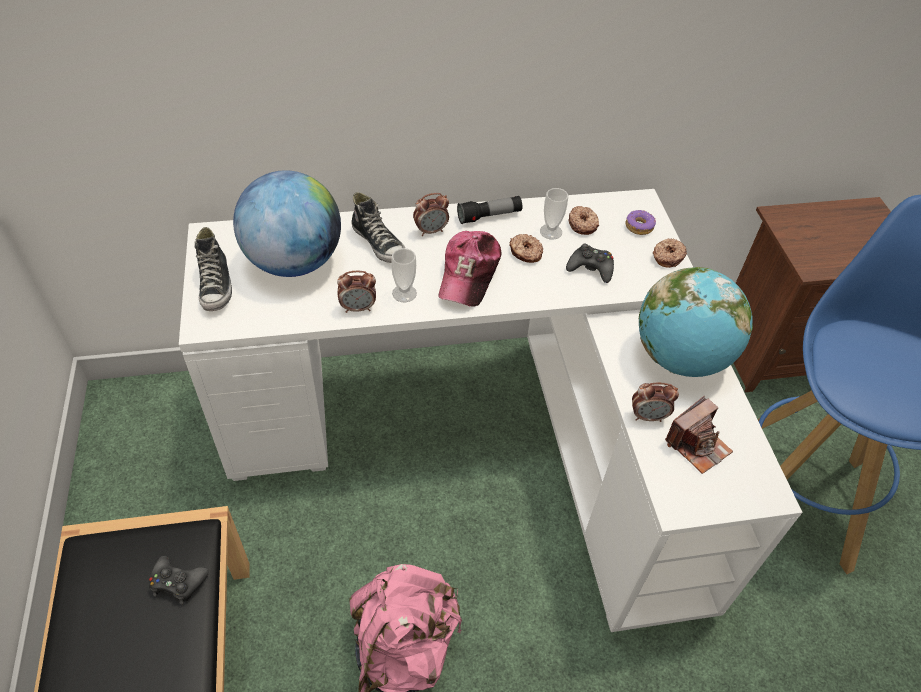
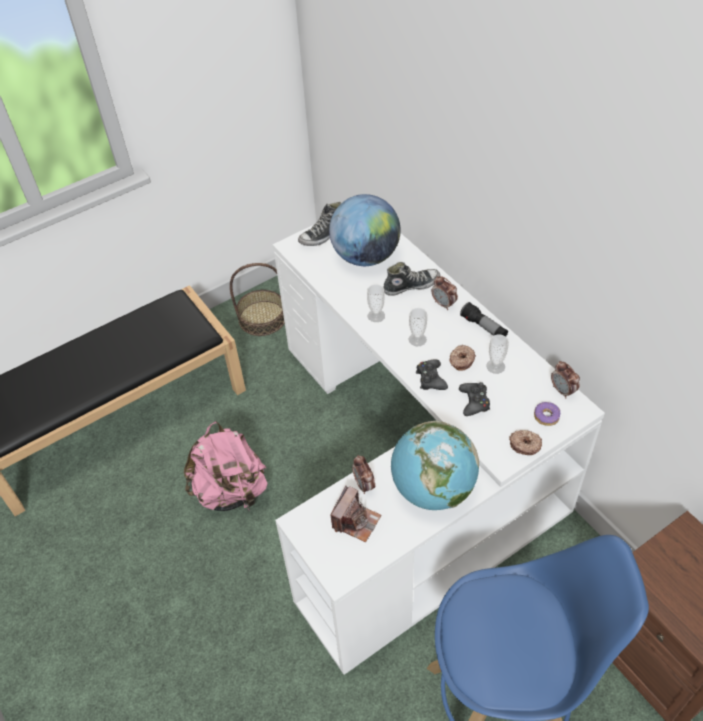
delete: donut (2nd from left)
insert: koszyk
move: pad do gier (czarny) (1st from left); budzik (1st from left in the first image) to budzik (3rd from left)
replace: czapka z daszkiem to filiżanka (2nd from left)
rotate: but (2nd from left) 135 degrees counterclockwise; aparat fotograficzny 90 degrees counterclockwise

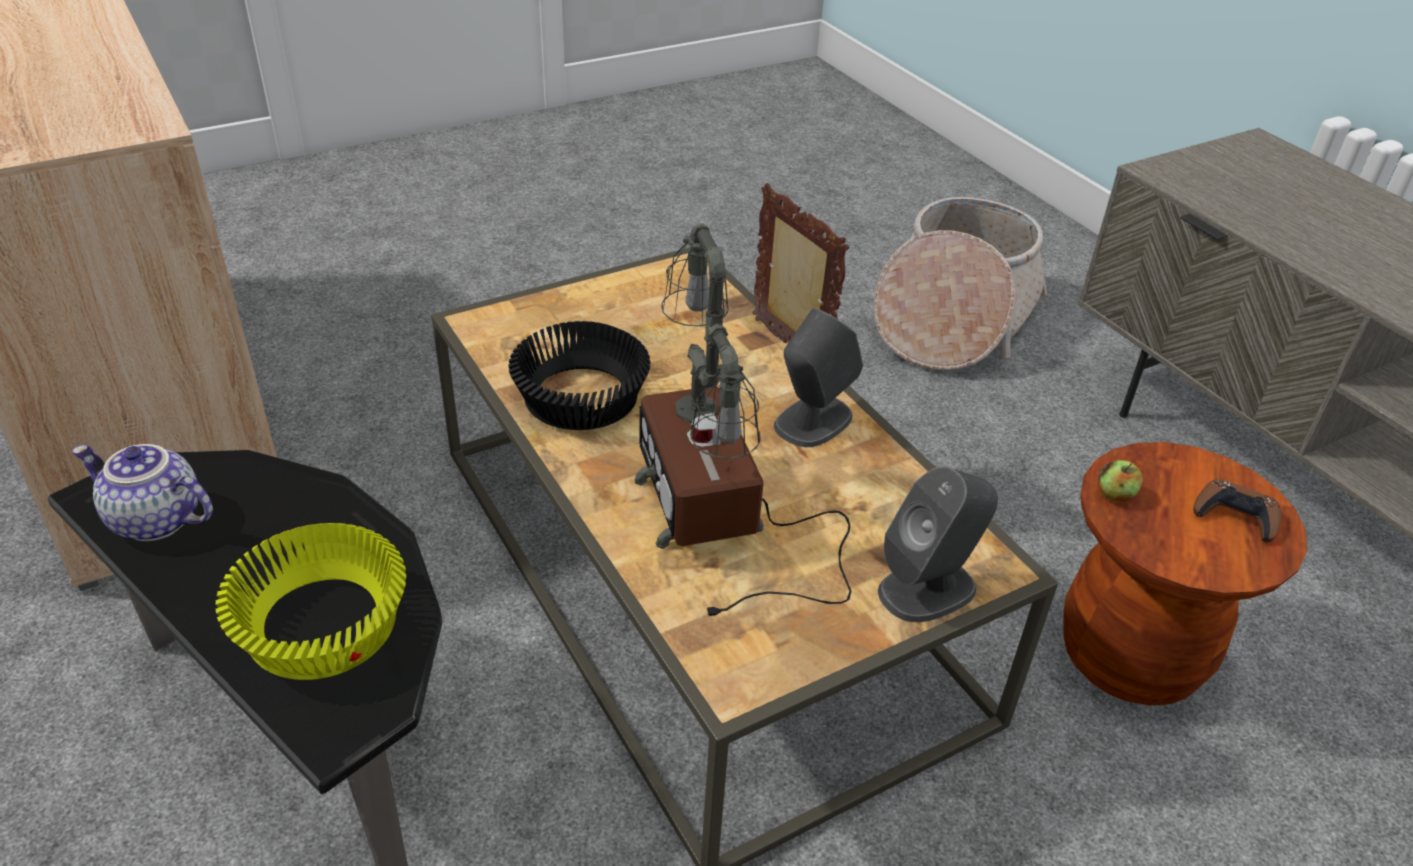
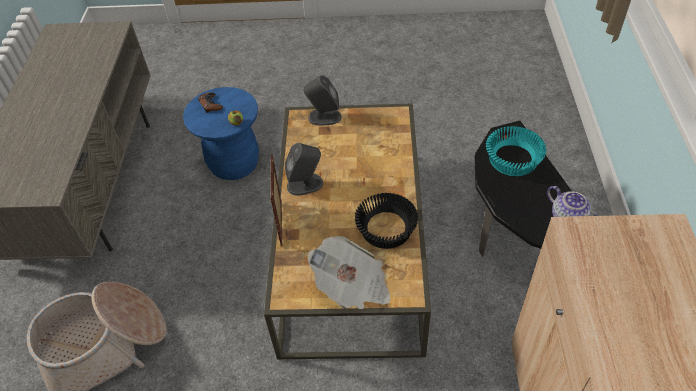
delete: lampa stołowa
insert: gazeta
recolor: miska (żółty) to miska (turkusowy); stołek (brązowy) to stołek (niebieski)

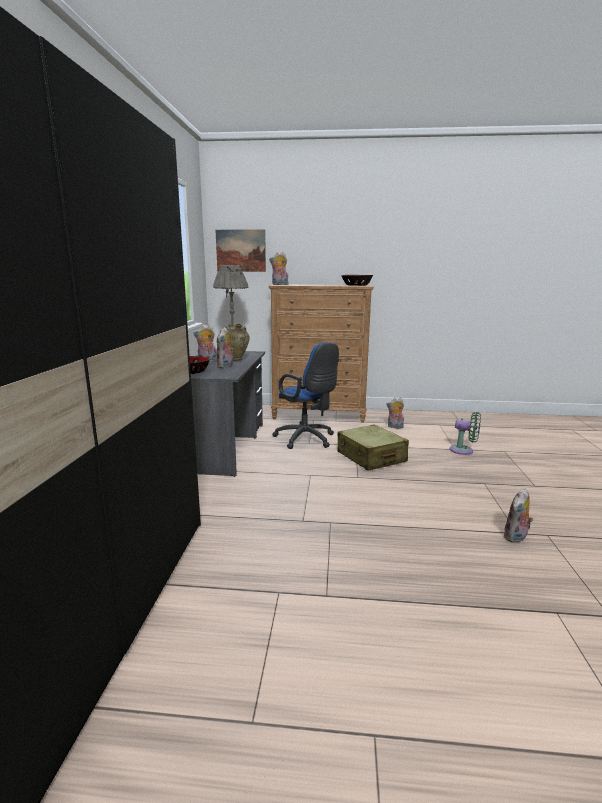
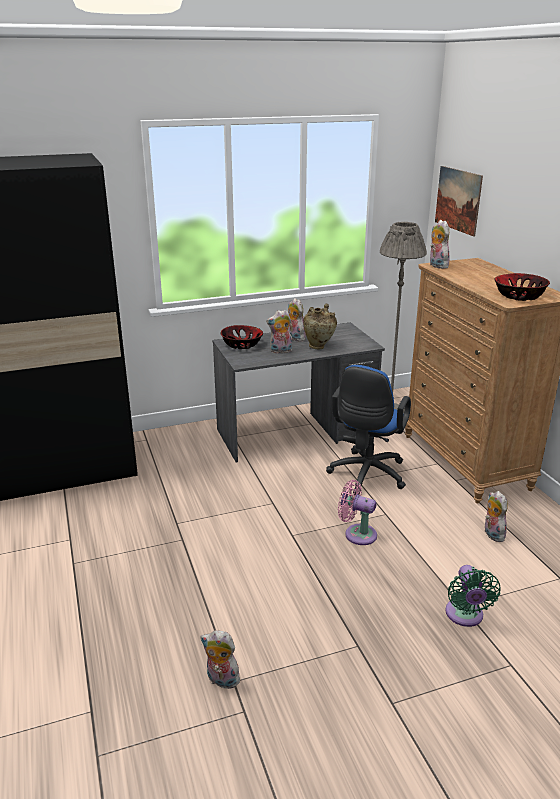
replace: walizka (beżowy) to wentylator (różowy)

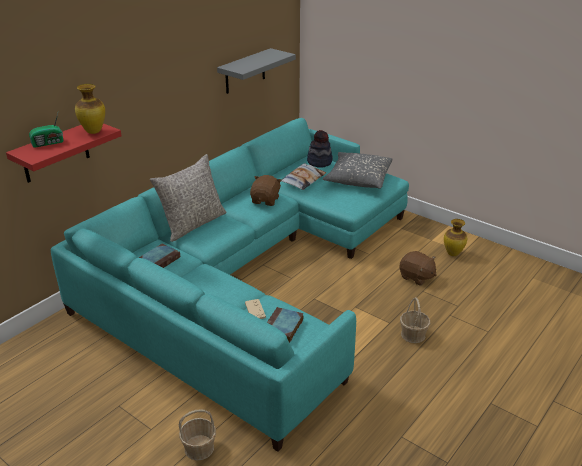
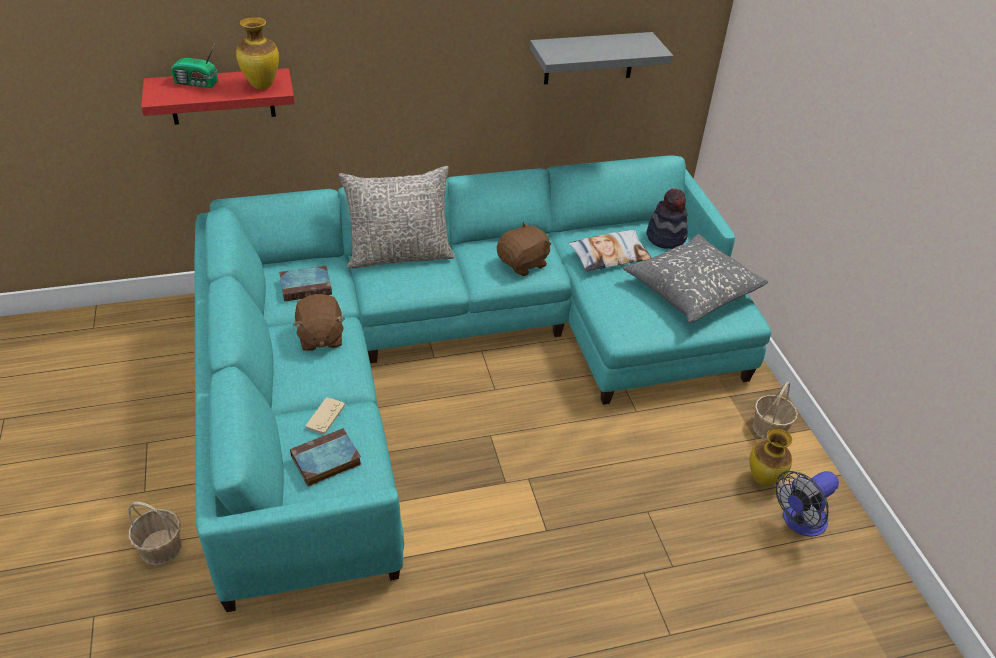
insert: wentylator
move: pluszak (brązowy) (2nd from left in the first image) to pluszak (brązowy) (1st from left); koszyk (2nd from left)

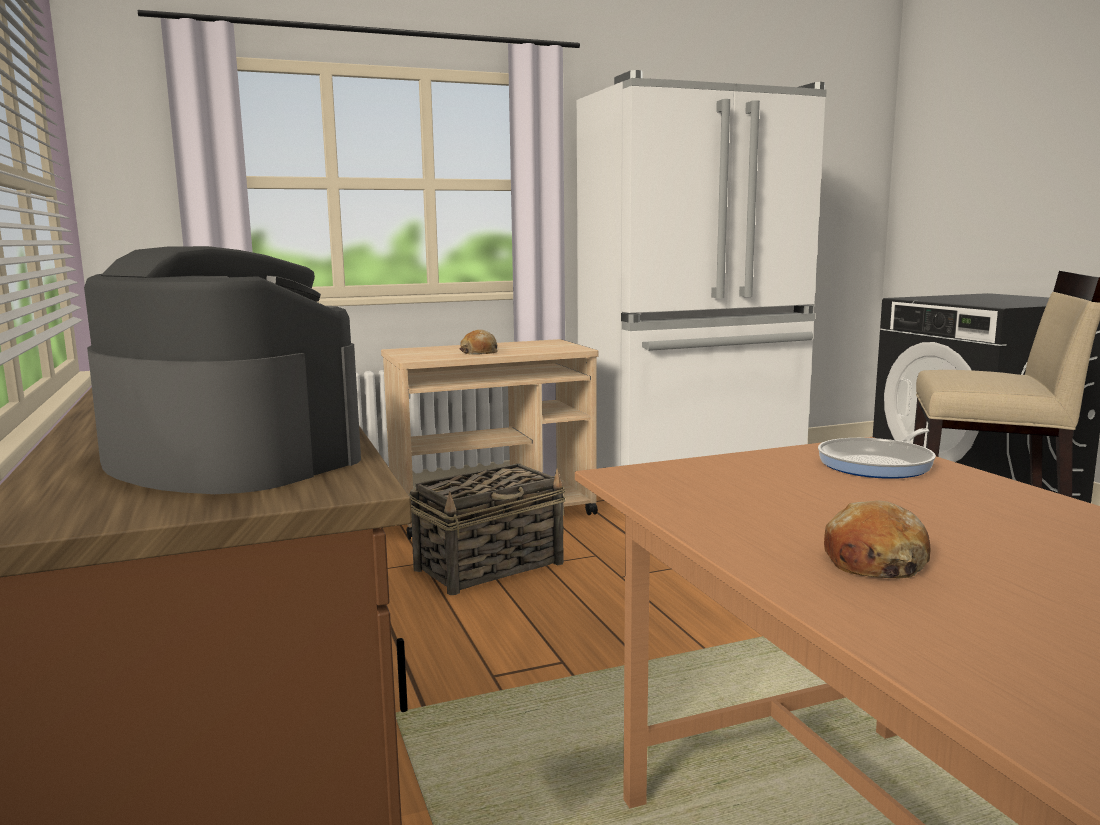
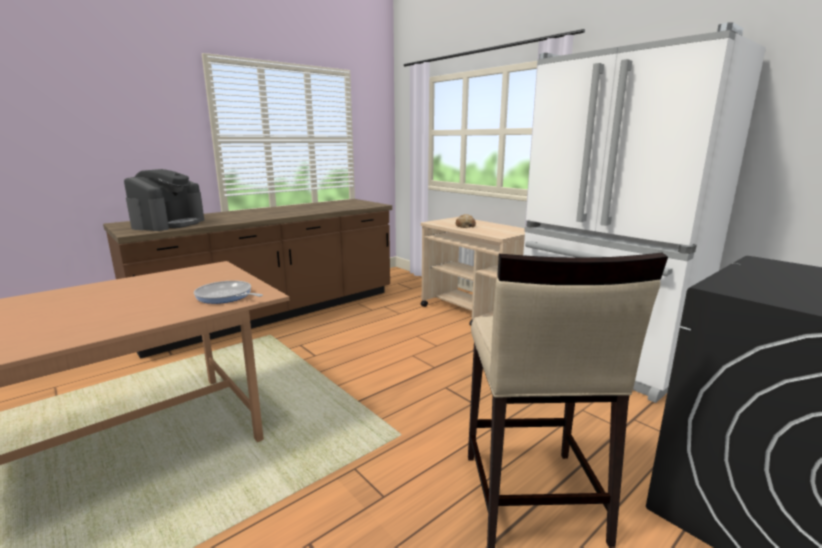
delete: koszyk; chleb (2nd from left)

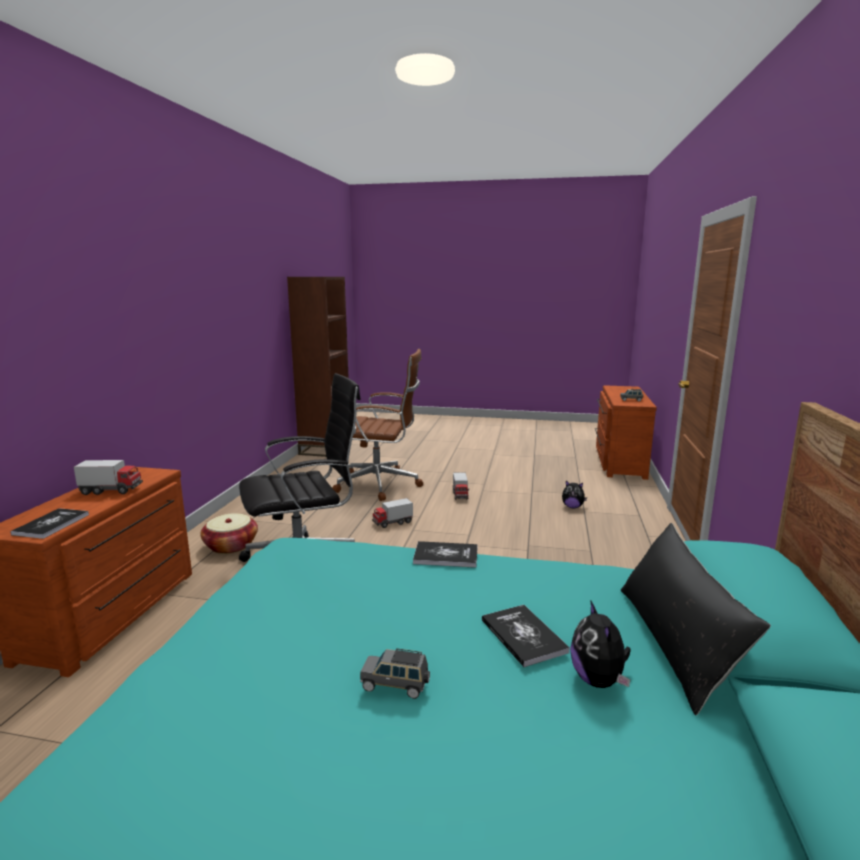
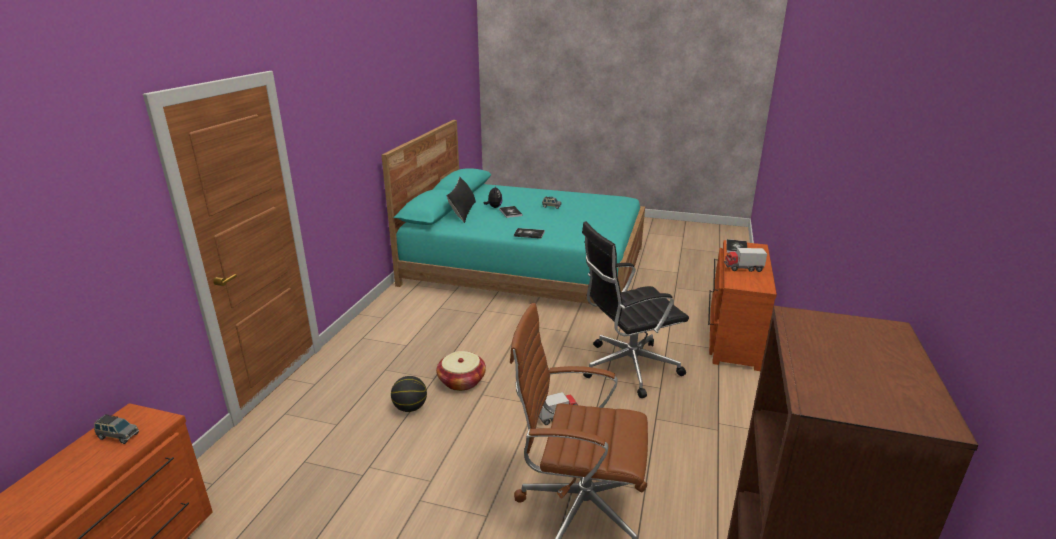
delete: ciężarówka zabawkowa (3rd from left); pluszak (1st from left)
insert: piłka do koszykówki
move: koszyk

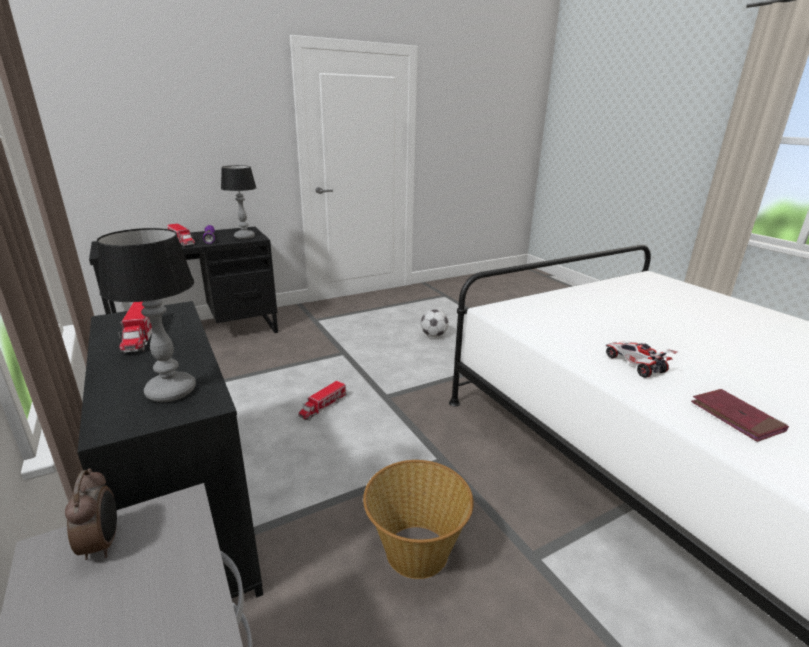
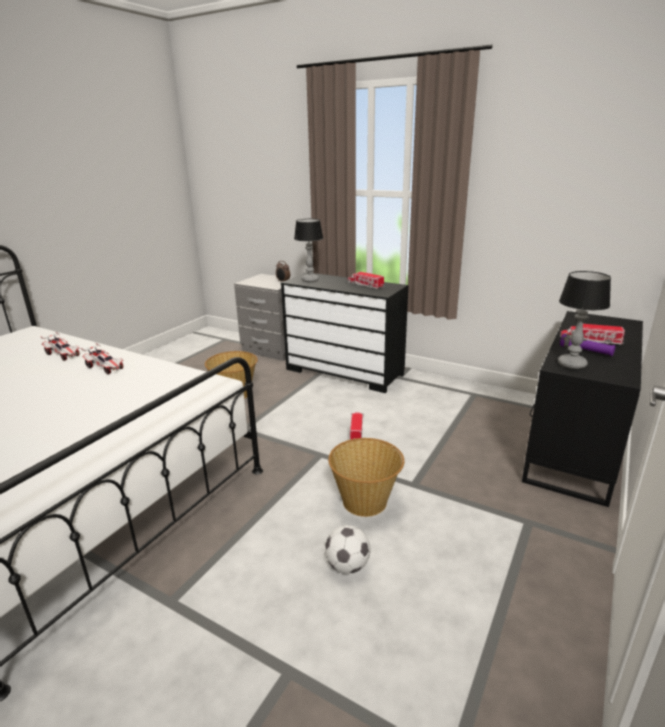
insert: koszyk (2nd from left)
replace: książka (czerwony) to samochodzik (1st from left)

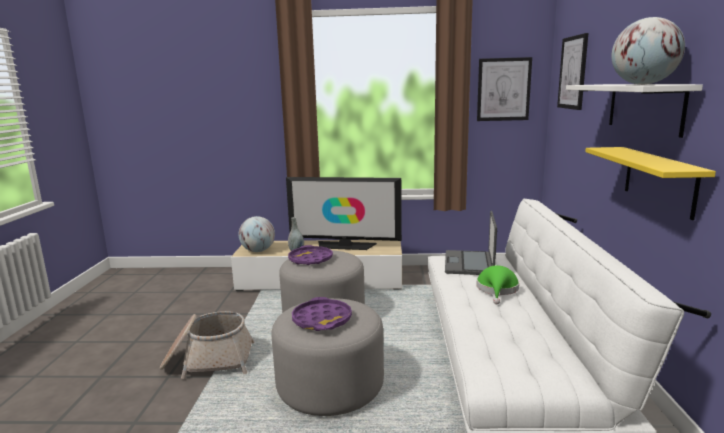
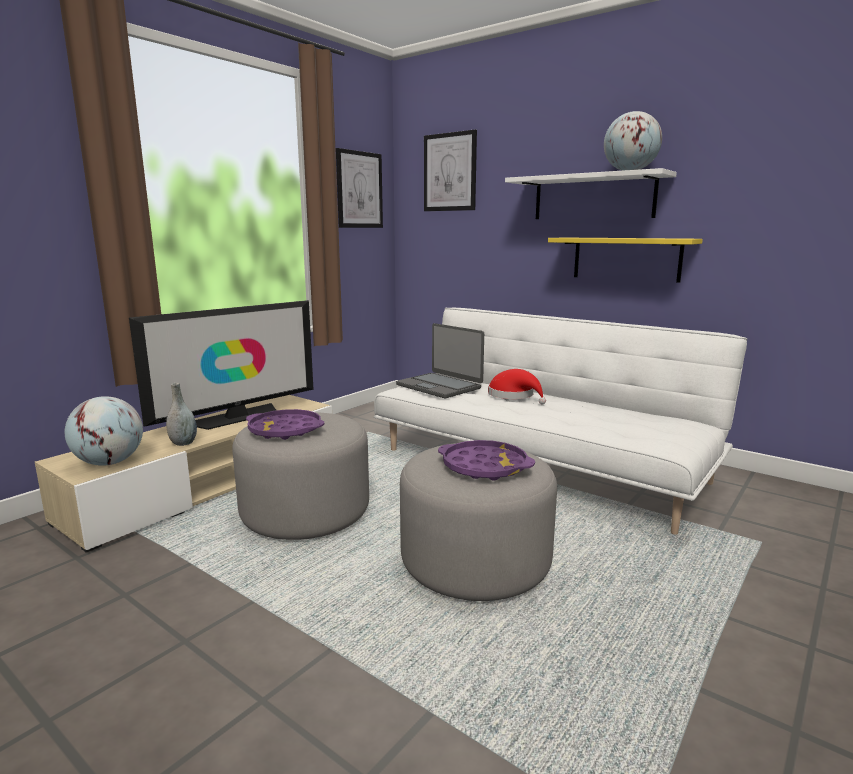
delete: koszyk
recolor: kapelusz (zielony) to kapelusz (czerwony)

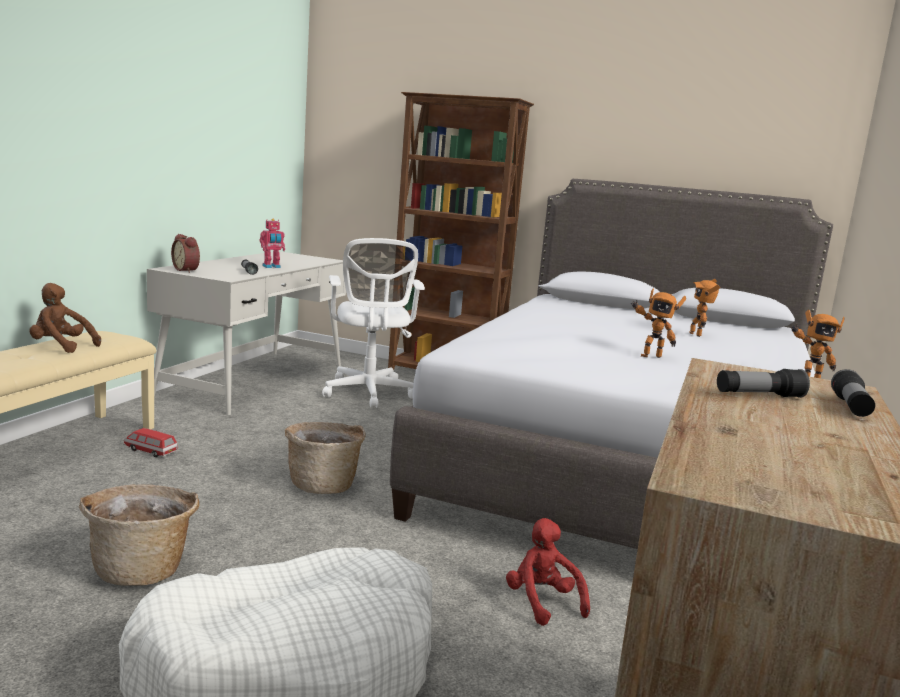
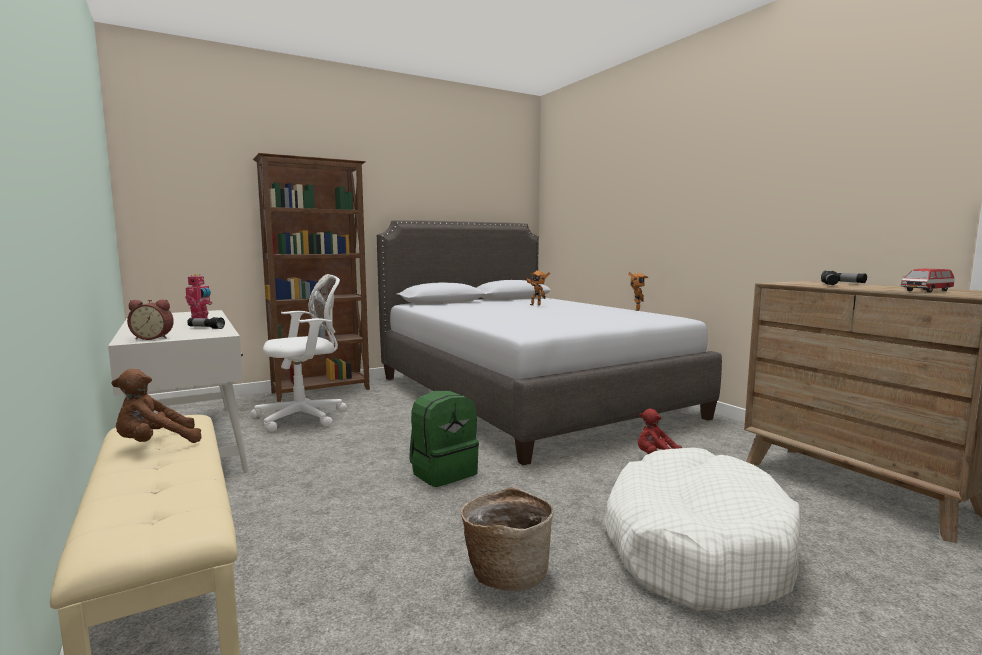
delete: robot zabawkowy (2nd from left)
move: samochodzik
replace: koszyk (2nd from left) to plecak (zielony)
rotate: krzesło biurowe (biały) 60 degrees counterclockwise

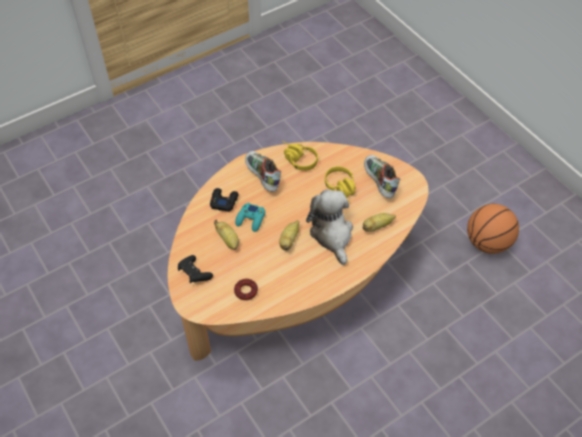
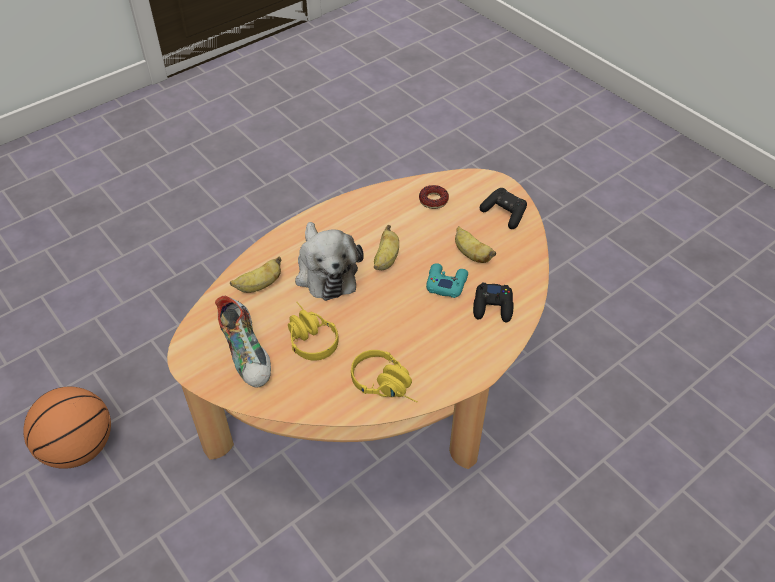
delete: but (1st from left)

